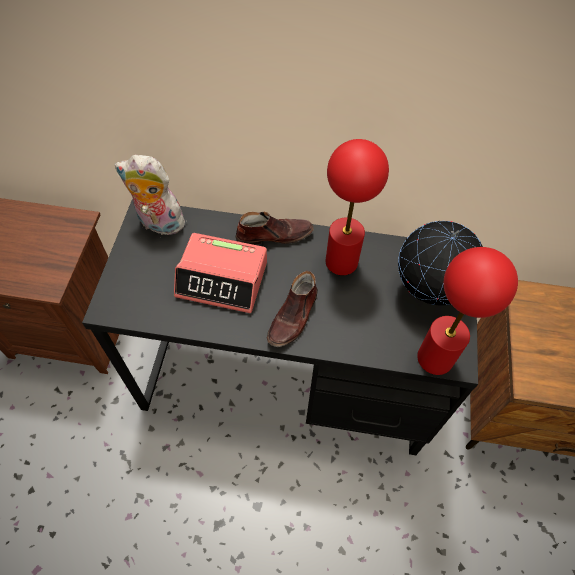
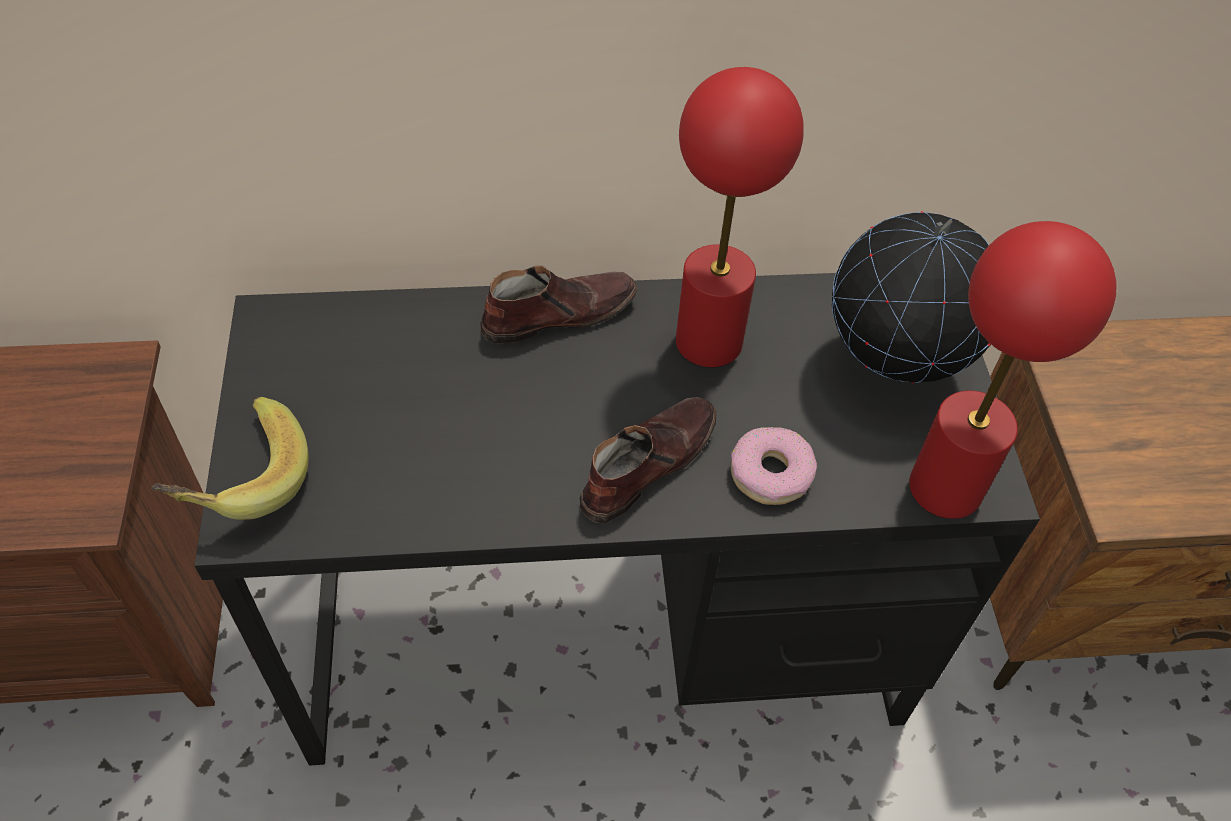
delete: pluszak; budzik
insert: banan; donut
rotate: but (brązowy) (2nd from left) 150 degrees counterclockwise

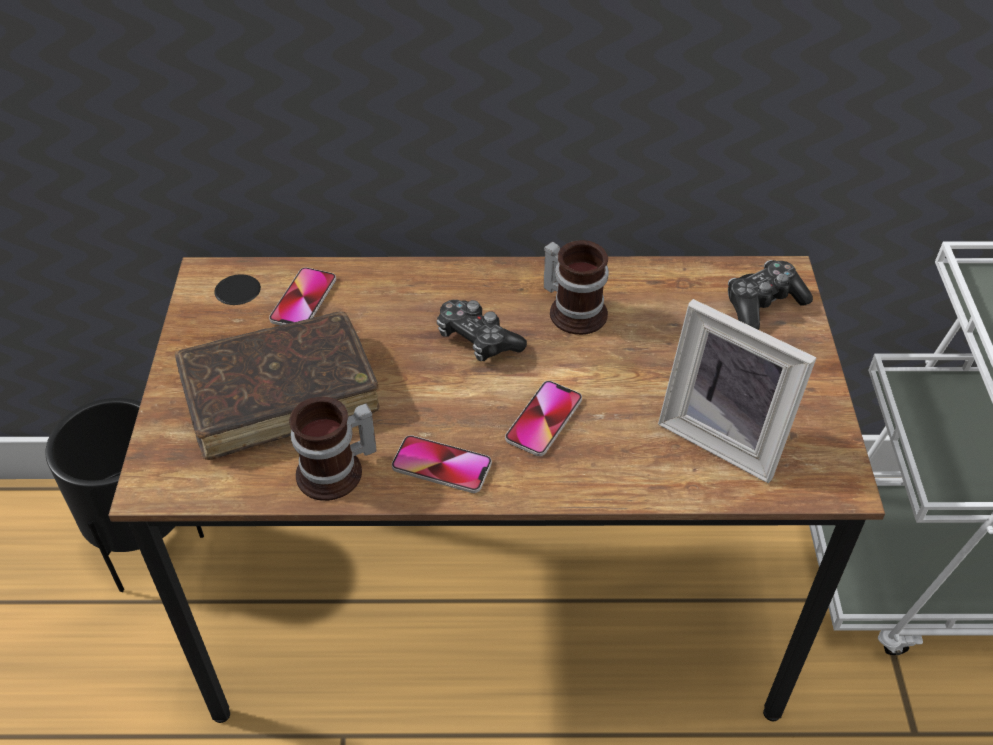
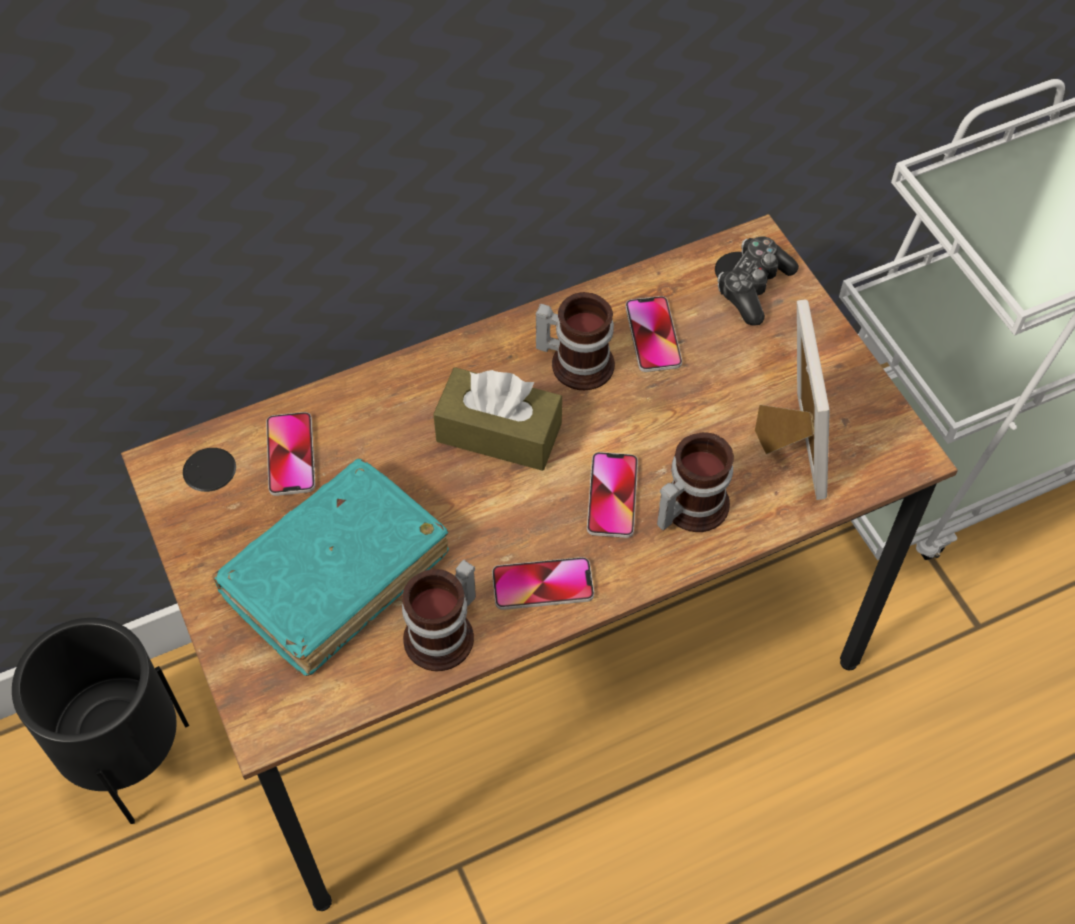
insert: telefon (4th from left); kubek (3rd from left)
replace: pad do gier (1st from left) to pudełko chusteczek (brązowy)
recolor: książka (brązowy) to książka (turkusowy)
rotate: ramka na zdjęcie 105 degrees counterclockwise

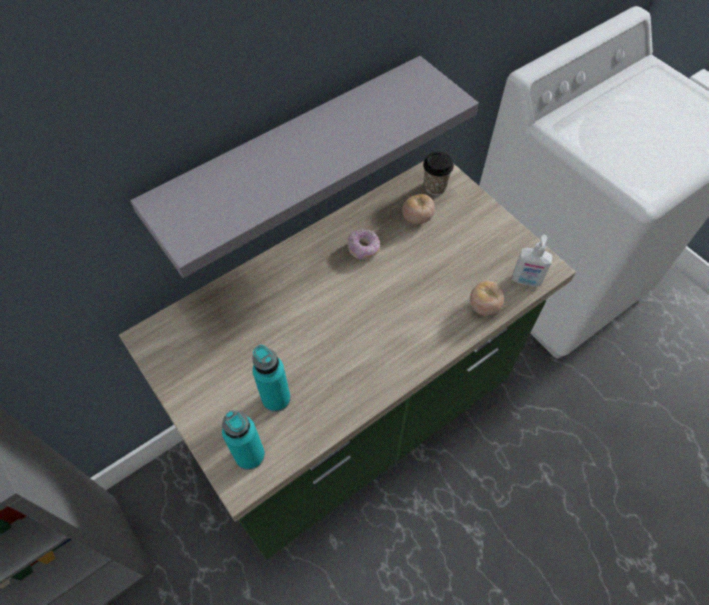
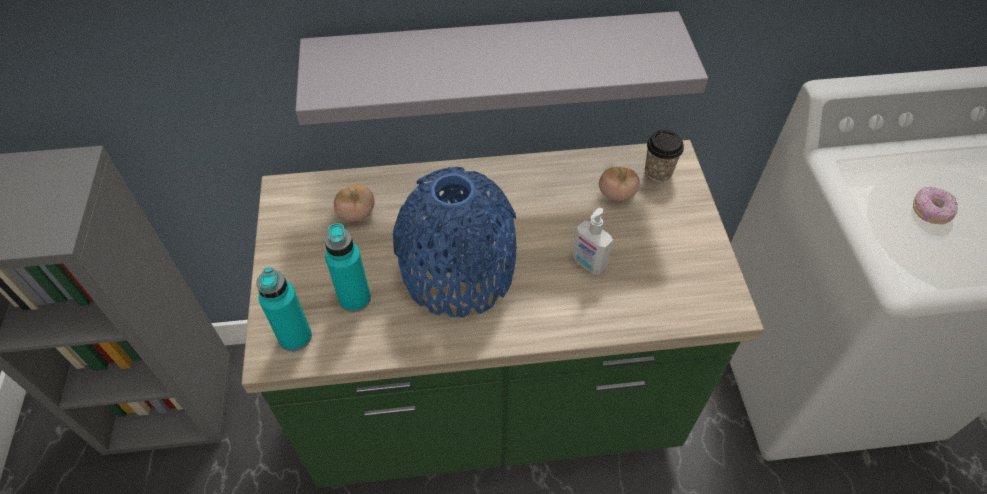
insert: wazon (niebieski)
move: donut; pomidor (2nd from left in the first image) to pomidor (1st from left); dozownik mydła

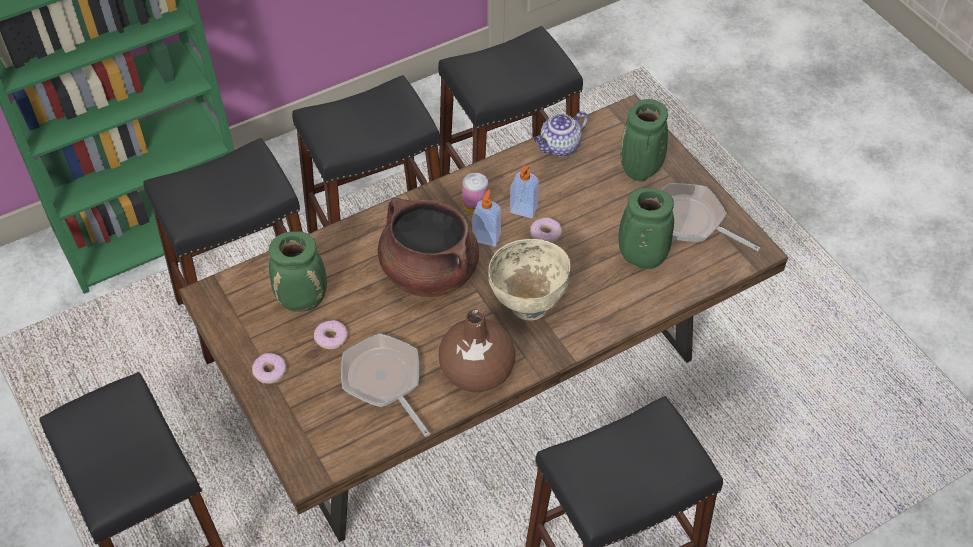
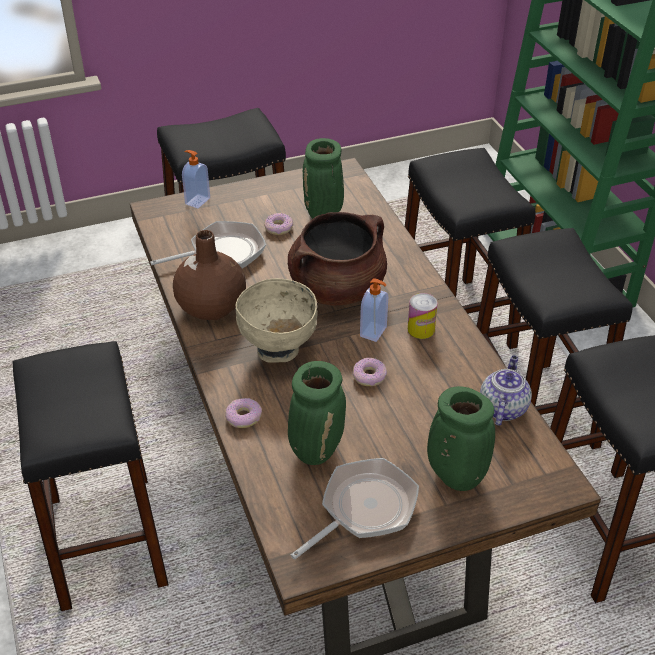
move: donut (1st from left); dozownik mydła (2nd from left in the first image) to dozownik mydła (1st from left)
rotate: imbryk 45 degrees clockwise

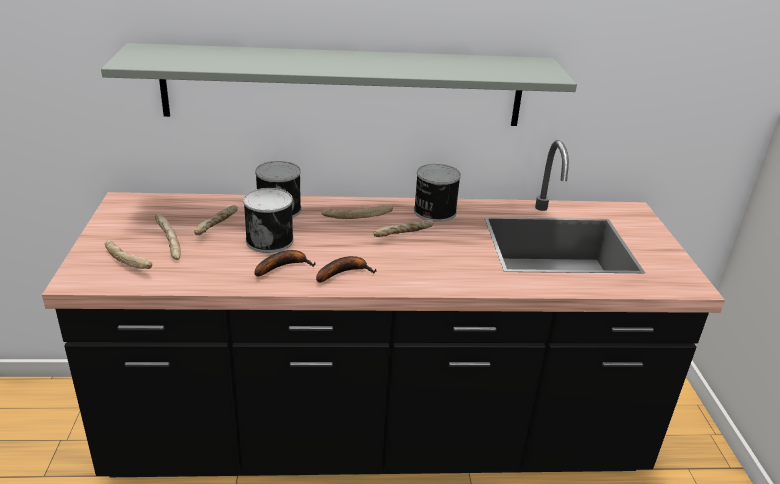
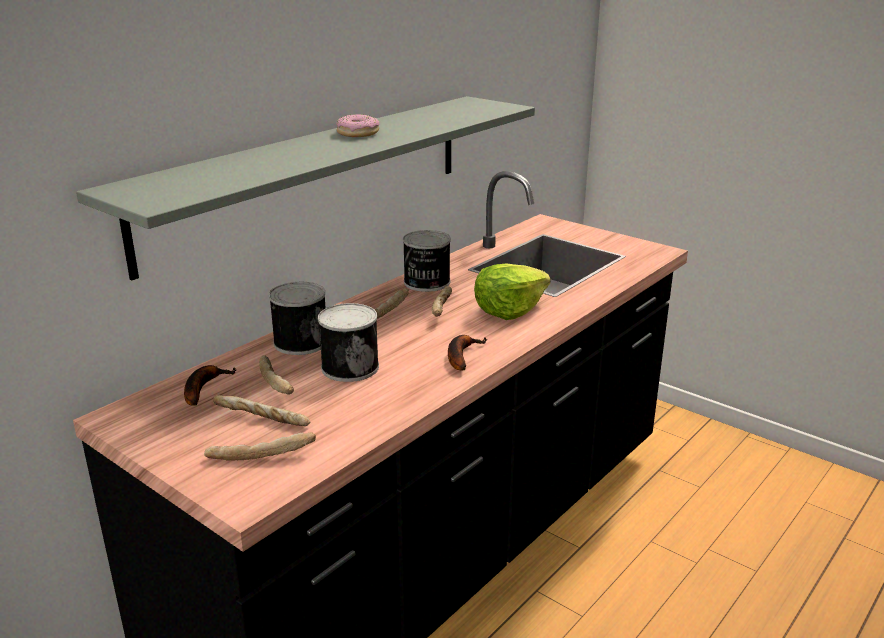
insert: donut; sałata
move: banan (1st from left)

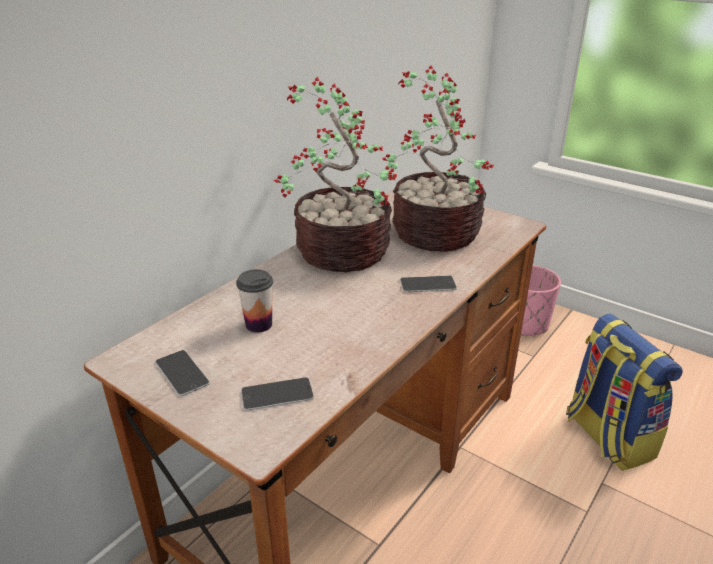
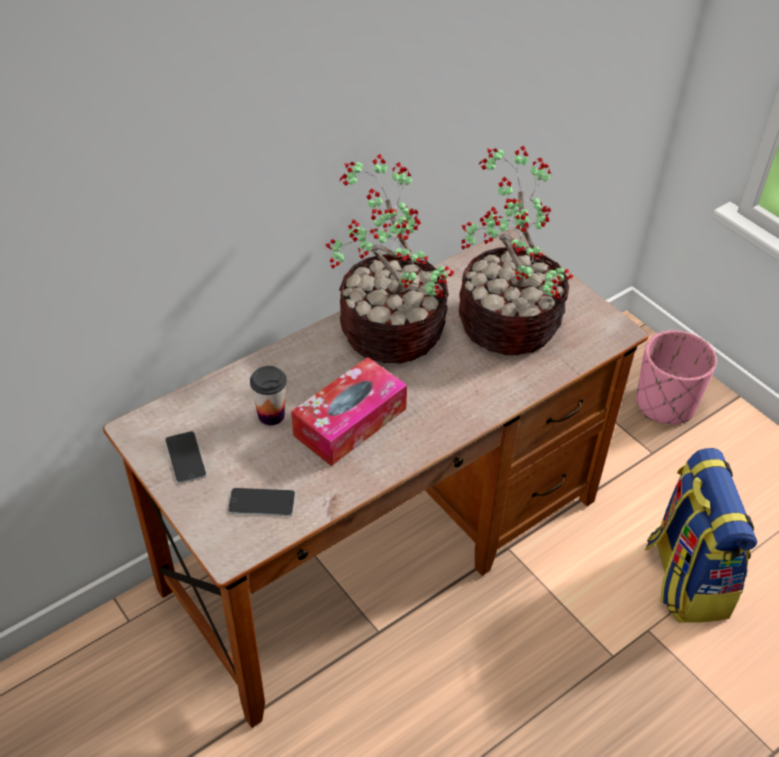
delete: telefon (3rd from left)
insert: pudełko chusteczek

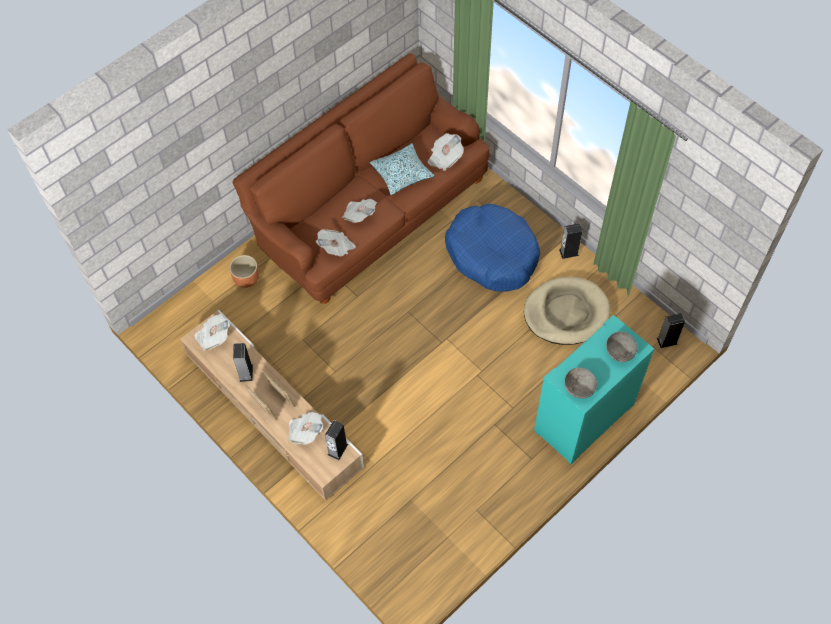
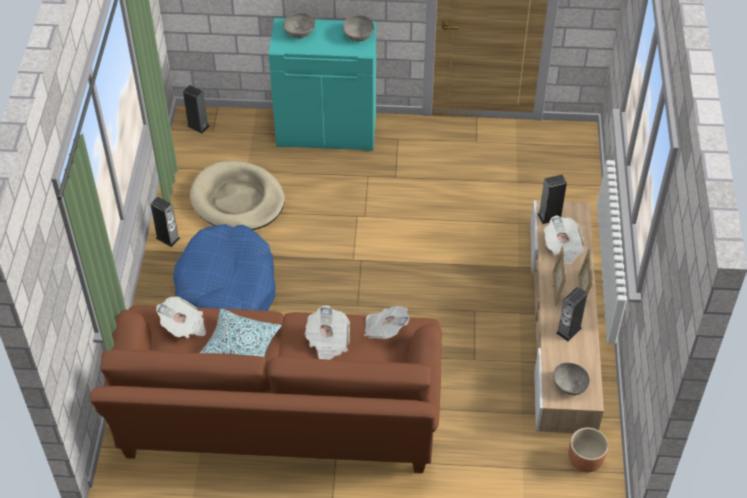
move: donica (brązowy)
replace: gazeta (1st from left) to miska (szary) (3rd from left)

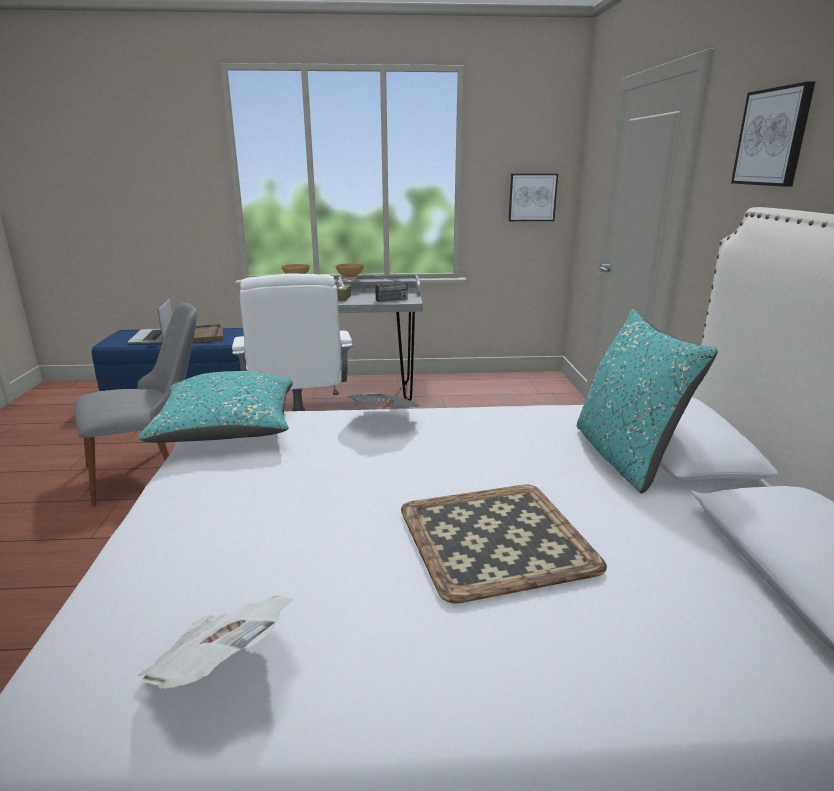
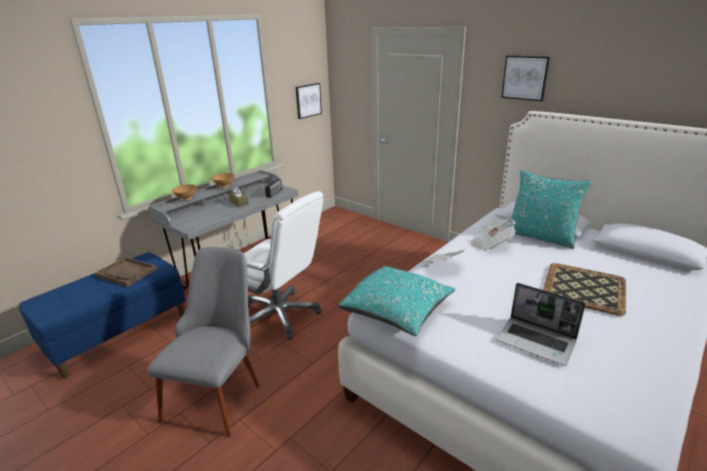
move: laptop; gazeta (1st from left in the first image) to gazeta (2nd from left)

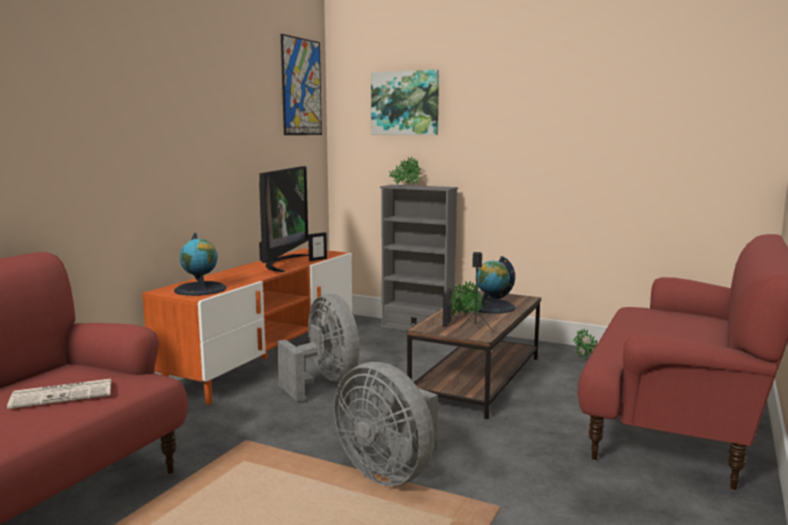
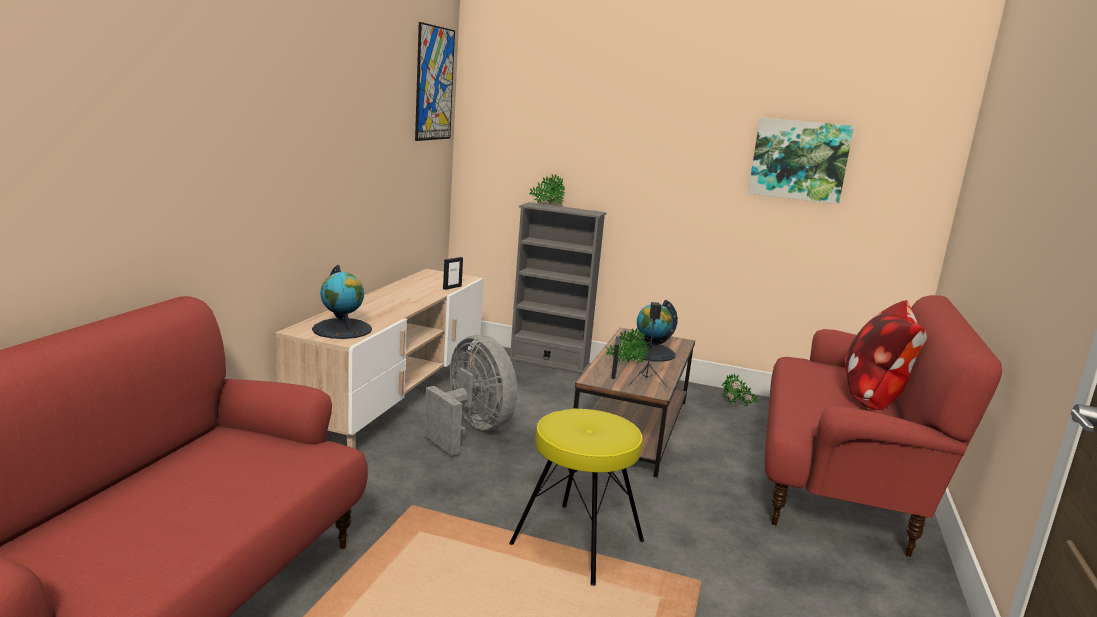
delete: gazeta; telewizor
insert: poduszka
move: obraz (2nd from left)
replace: wentylator (szary) (2nd from left) to stołek (żółty)
recolor: szafka pod telewizor (pomarańczowy) to szafka pod telewizor (beżowy)

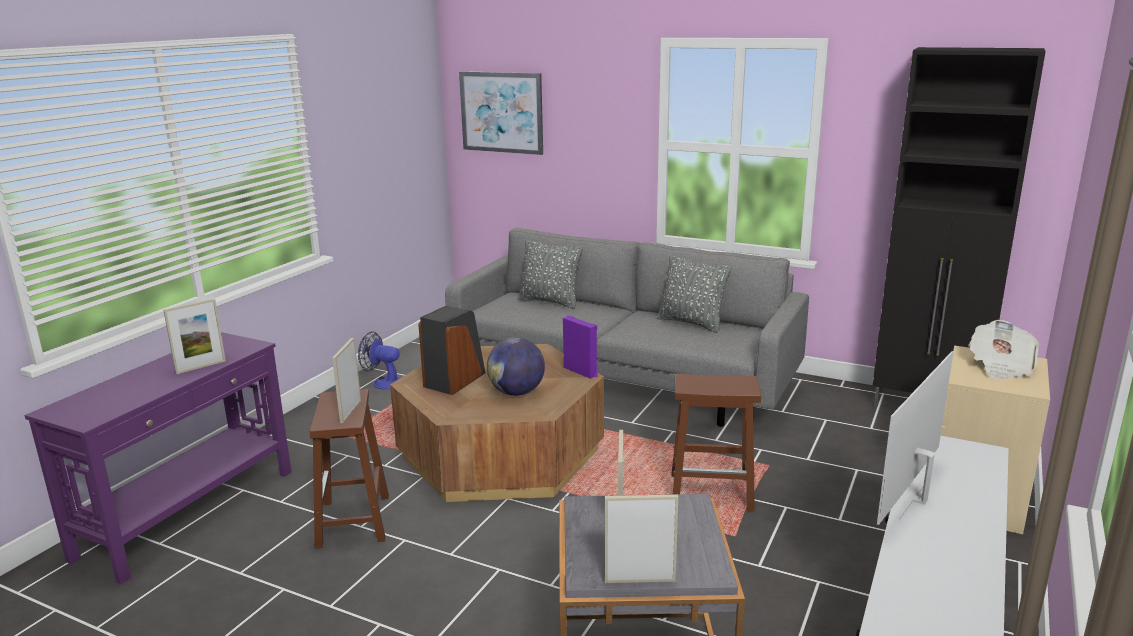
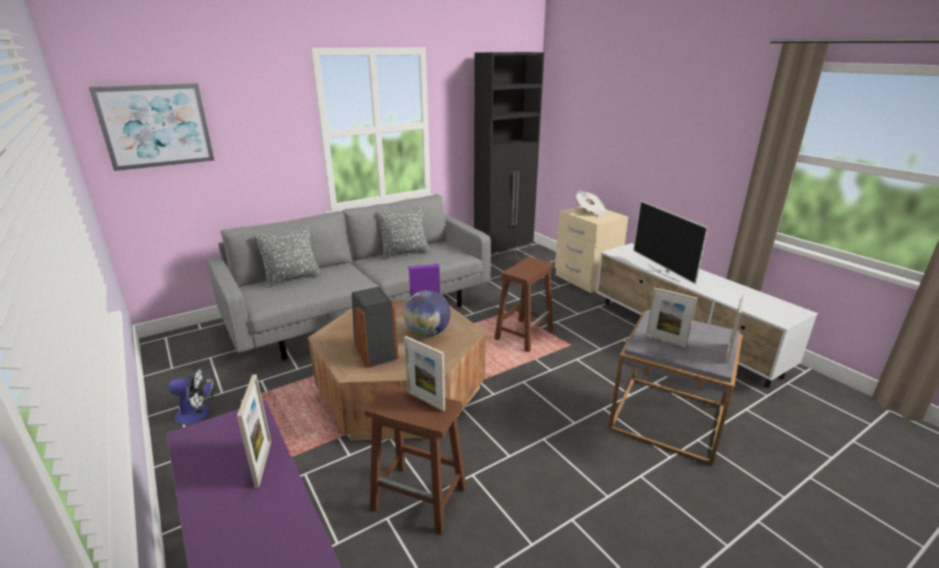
rotate: wentylator 135 degrees counterclockwise

